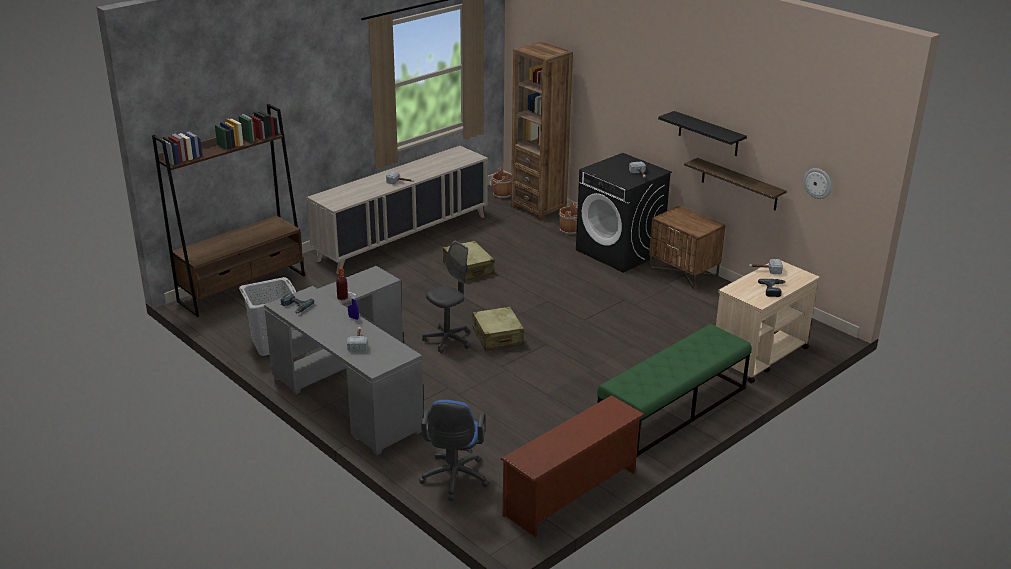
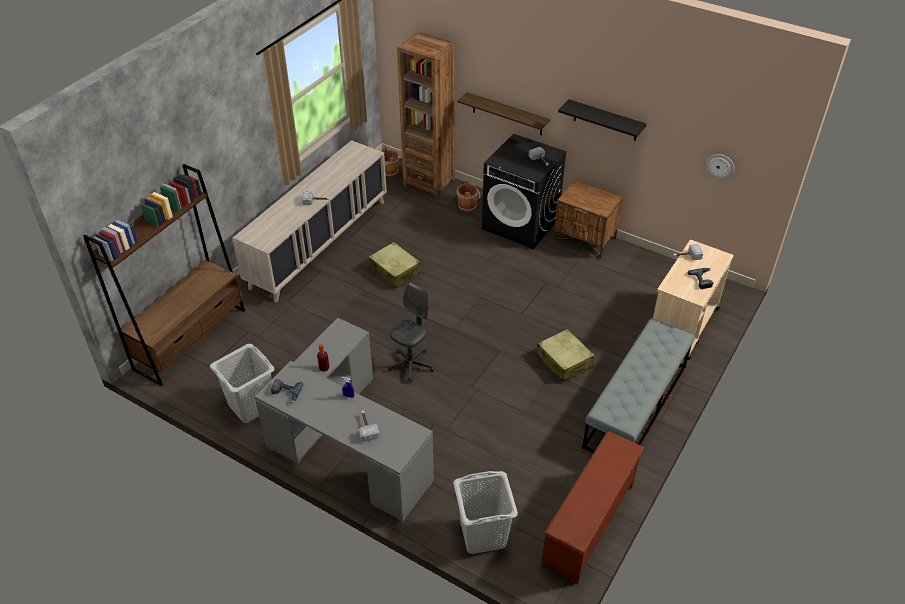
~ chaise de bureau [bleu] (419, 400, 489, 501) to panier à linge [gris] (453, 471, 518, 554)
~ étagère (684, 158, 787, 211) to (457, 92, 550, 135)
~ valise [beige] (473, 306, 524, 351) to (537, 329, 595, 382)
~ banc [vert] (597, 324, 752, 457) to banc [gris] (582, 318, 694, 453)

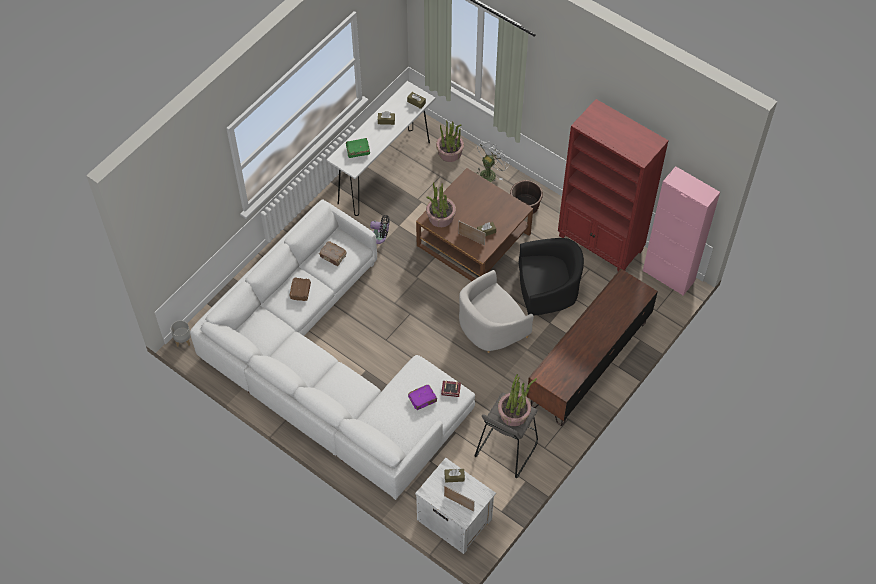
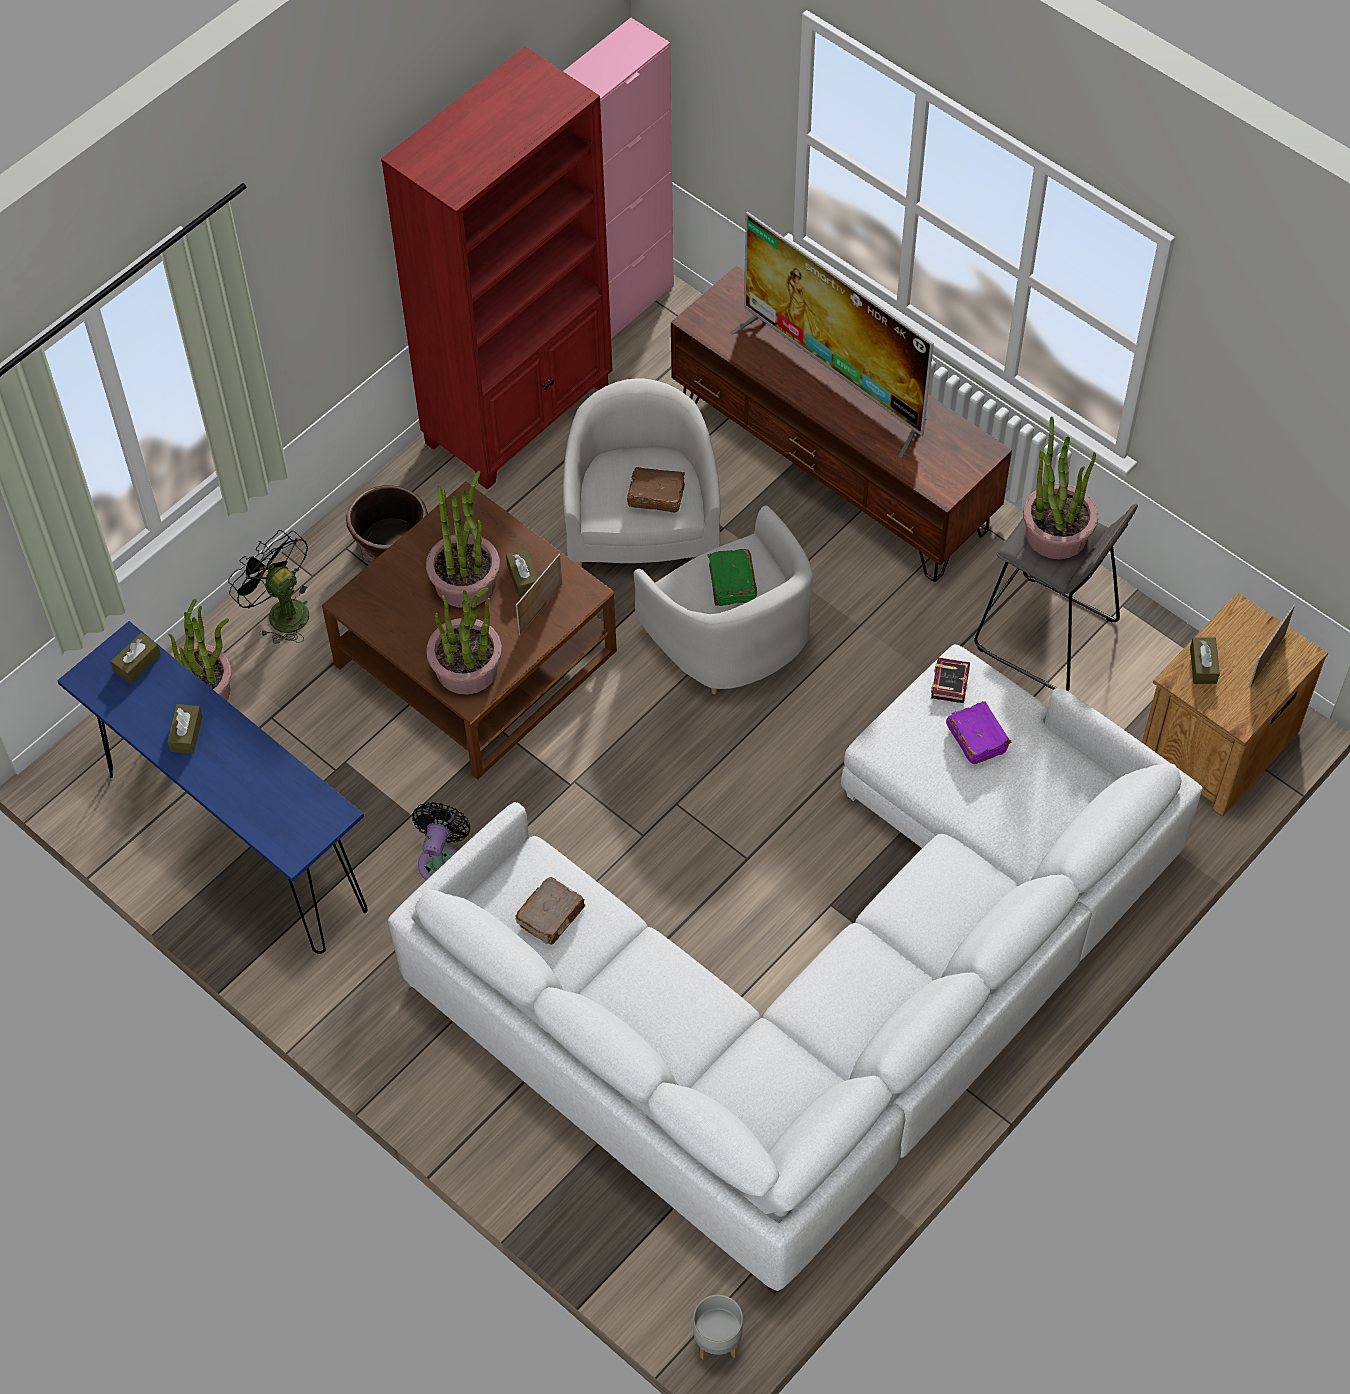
~ table console [blanc] (326, 81, 436, 216) to table console [bleu] (57, 621, 367, 954)
~ ventilateur [blanc] (476, 140, 510, 182) to ventilateur [noir] (228, 530, 309, 643)
+ plante en pot (426, 470, 500, 608)
~ fauteuil [noir] (519, 238, 584, 316) to fauteuil [blanc] (563, 379, 721, 567)
~ livre [marron] (290, 278, 311, 301) to (627, 467, 685, 512)
~ livre [vert] (346, 138, 370, 158) to (707, 549, 757, 606)
+ téléviseur (730, 211, 934, 458)
~ table de chevet [blanc] (415, 458, 496, 554) to table de chevet [marron] (1142, 592, 1328, 817)

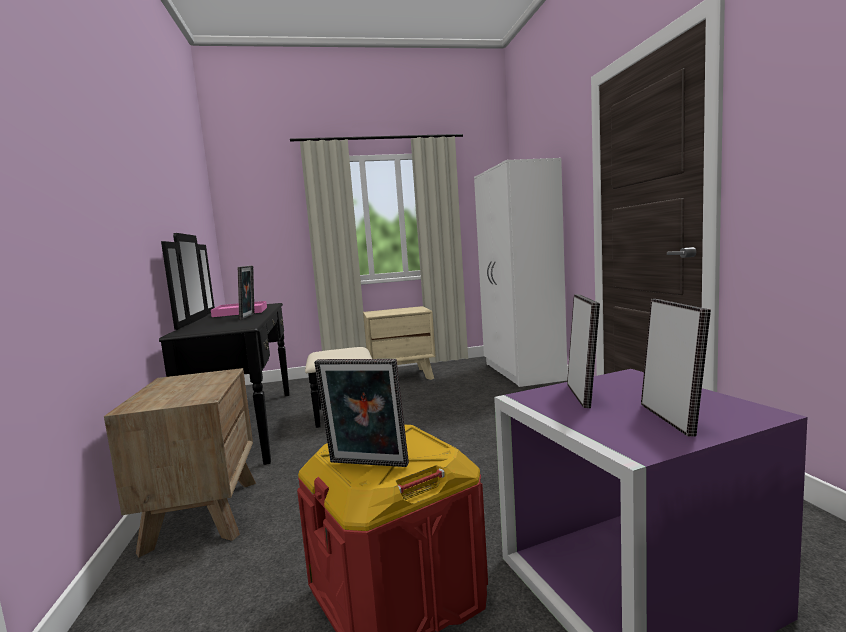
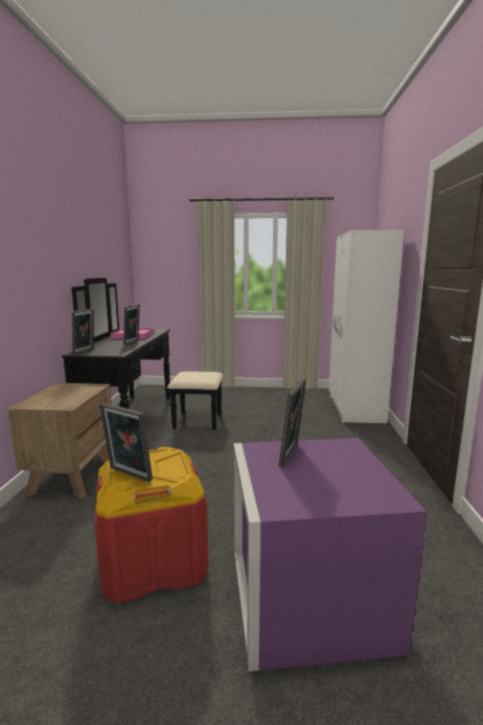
~ cadre photo (641, 299, 711, 437) to (72, 309, 94, 355)
- table de chevet [beige] (363, 306, 436, 380)

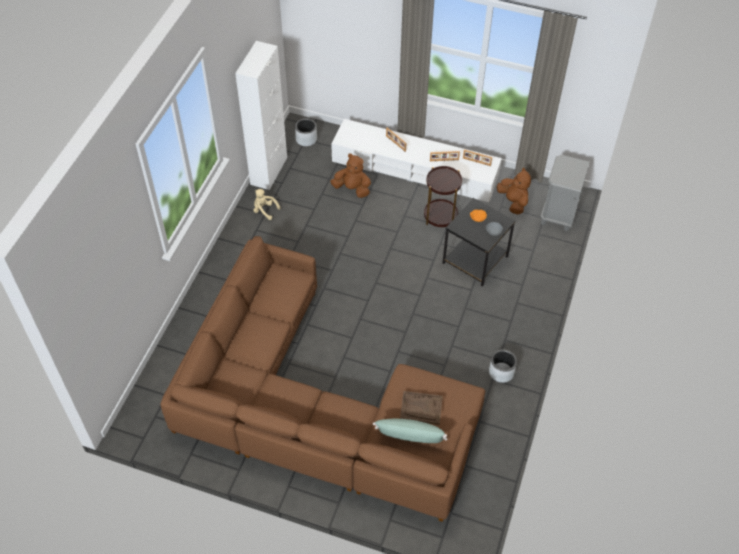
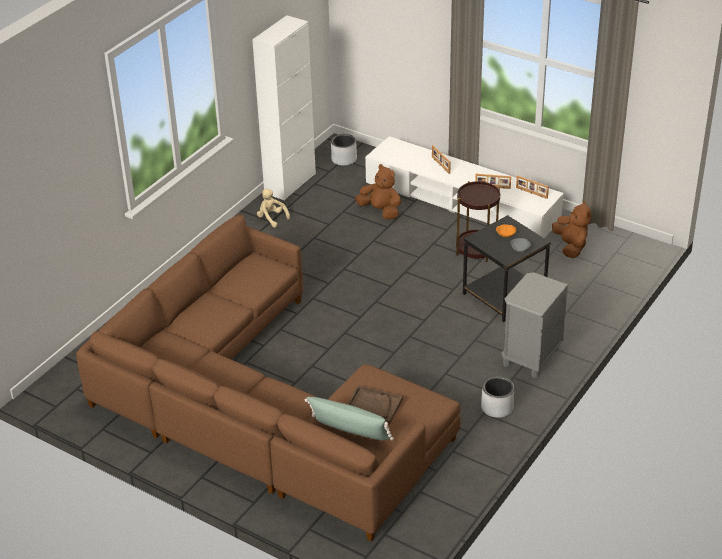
~ table de chevet [gris] (541, 155, 589, 231) to (502, 272, 569, 378)

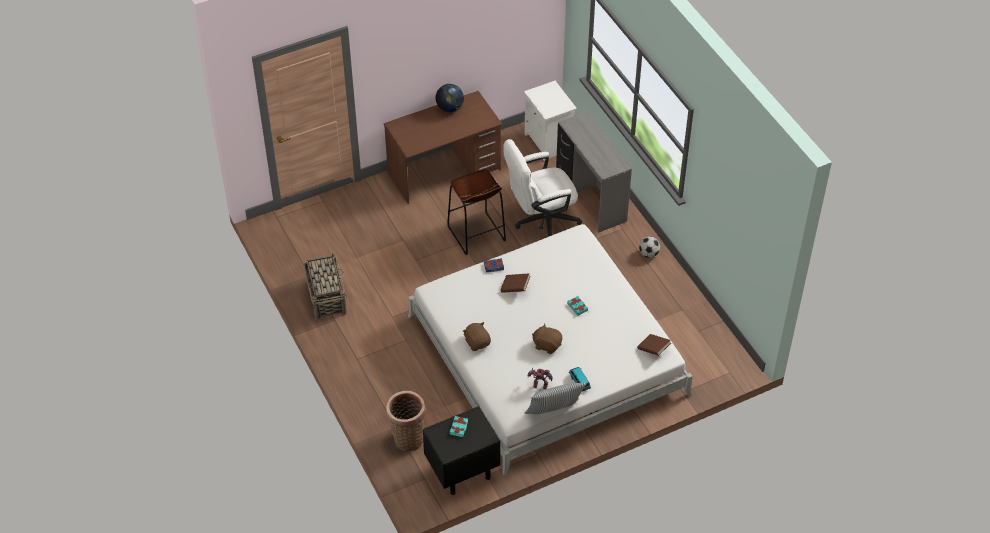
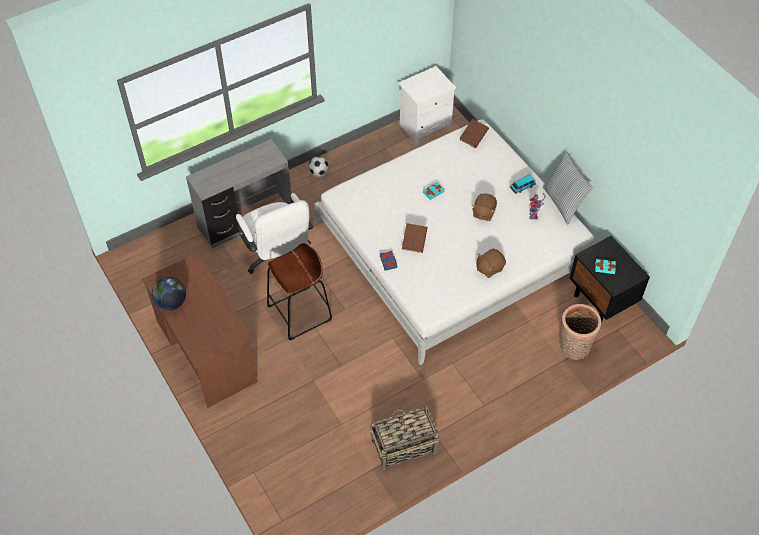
~ table de chevet [blanc] (524, 81, 577, 161) to (398, 66, 456, 145)

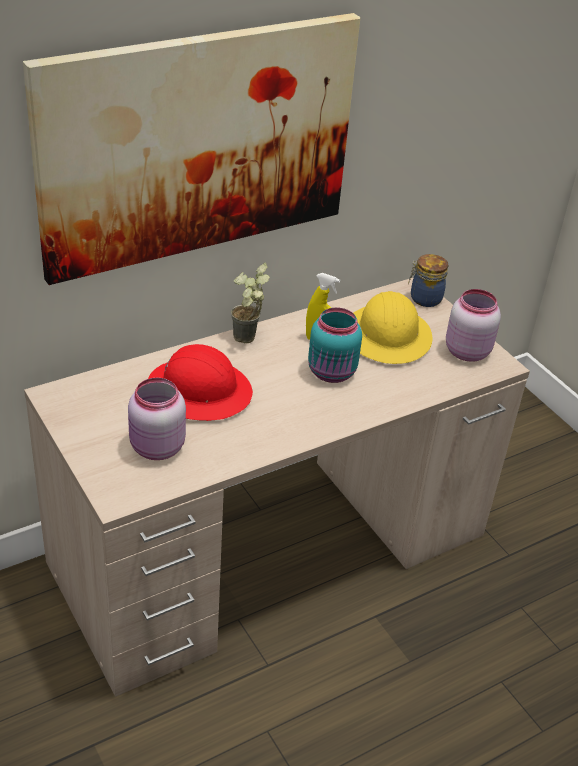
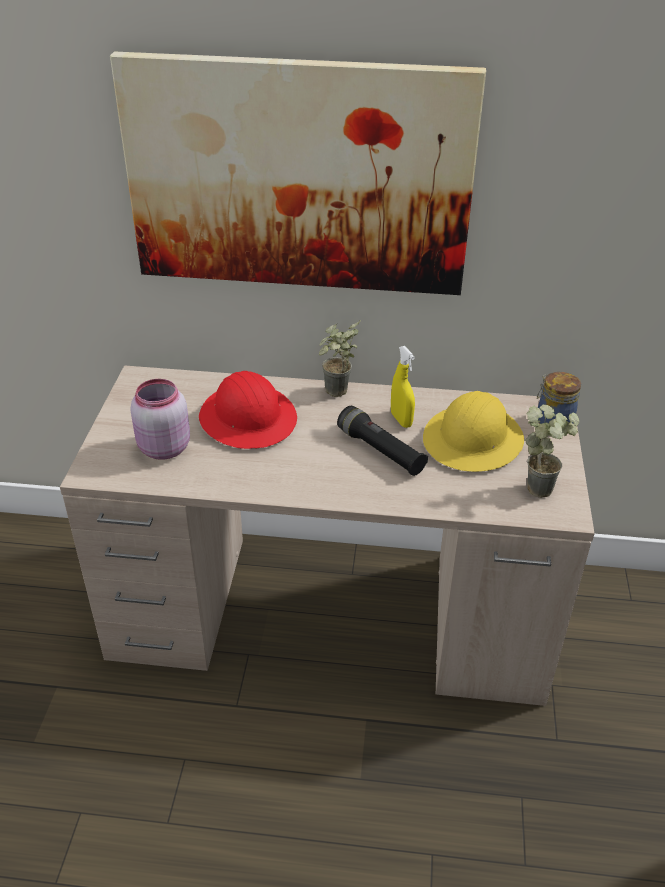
~ bocal [turquoise] (308, 307, 362, 383) to lampe de poche [noir] (337, 406, 428, 476)
~ bocal [rose] (446, 289, 501, 362) to plante en pot (525, 404, 579, 498)

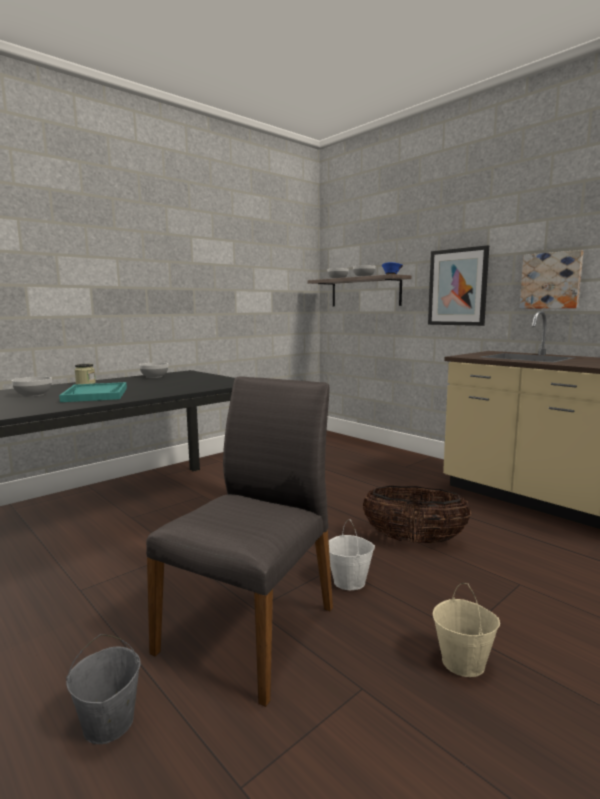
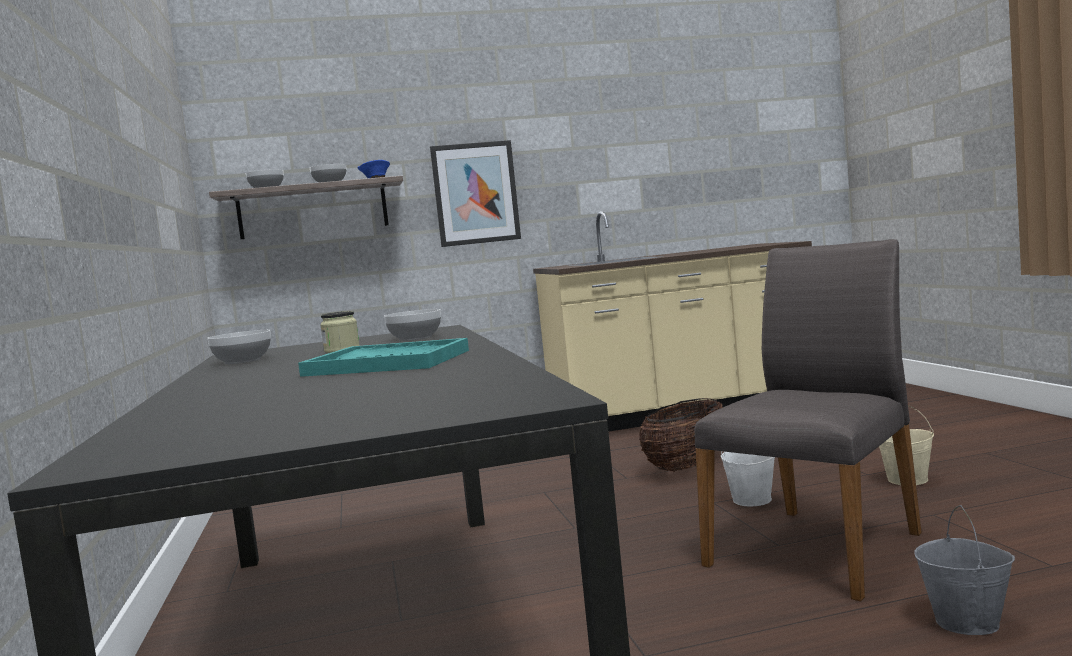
~ bocal (75, 364, 96, 384) to (320, 311, 360, 353)
~ bol (12, 377, 52, 397) to (384, 309, 441, 341)
~ chaise [gris] (146, 376, 333, 707) = (694, 239, 922, 601) 75 degrees clockwise
- tableau (520, 250, 584, 309)

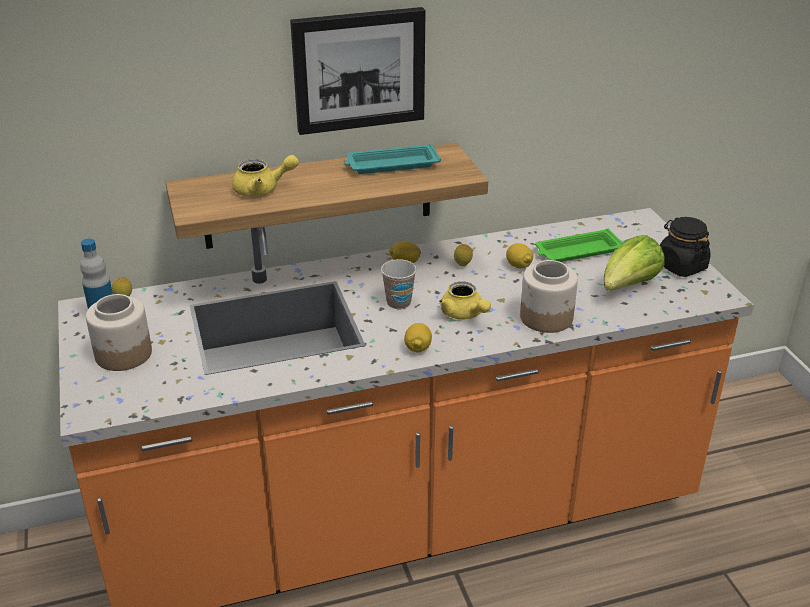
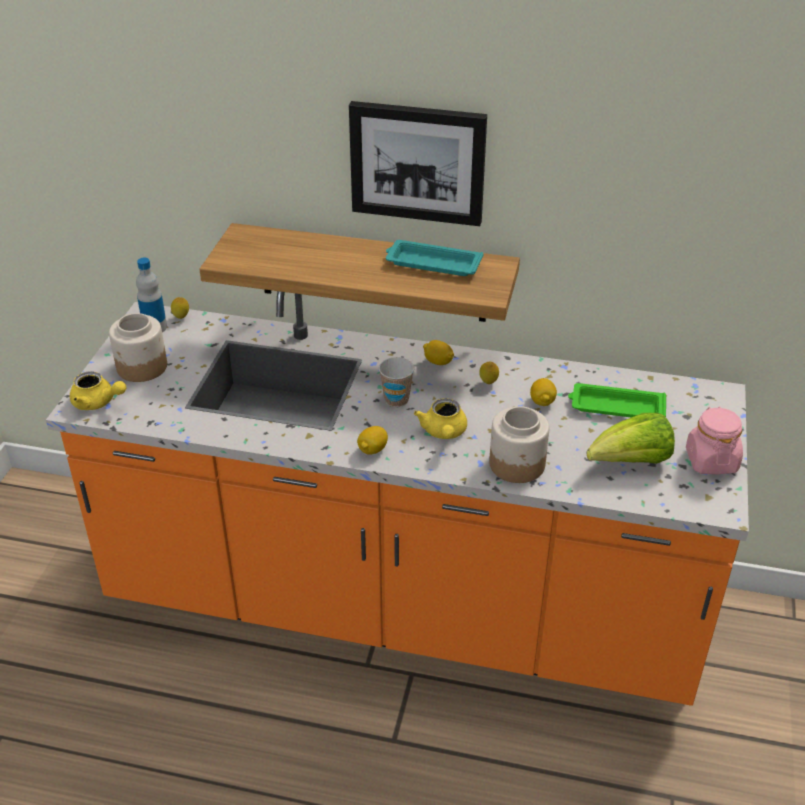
~ théière [jaune] (232, 155, 299, 196) to (70, 371, 126, 410)
~ bocal [noir] (660, 217, 710, 277) to bocal [rose] (686, 407, 743, 474)

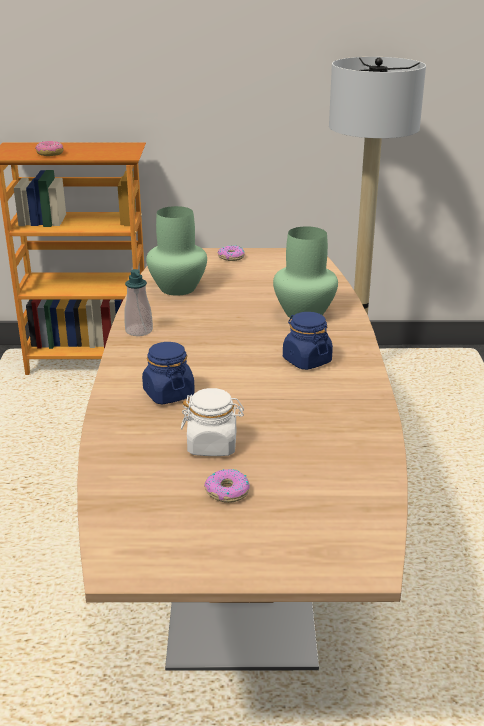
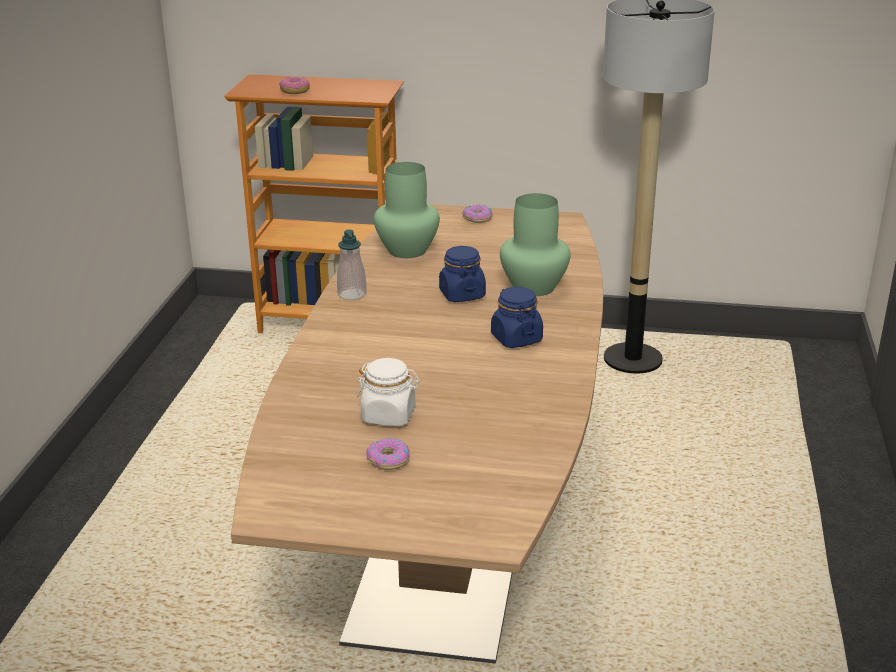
~ bocal [bleu] (142, 342, 195, 405) to (439, 246, 486, 302)

